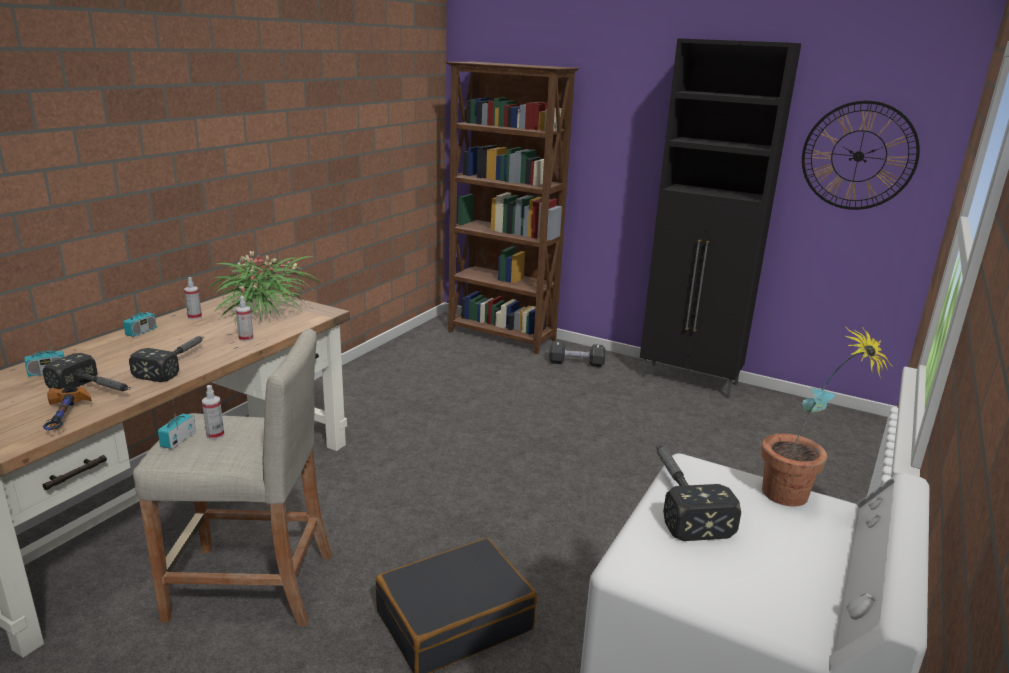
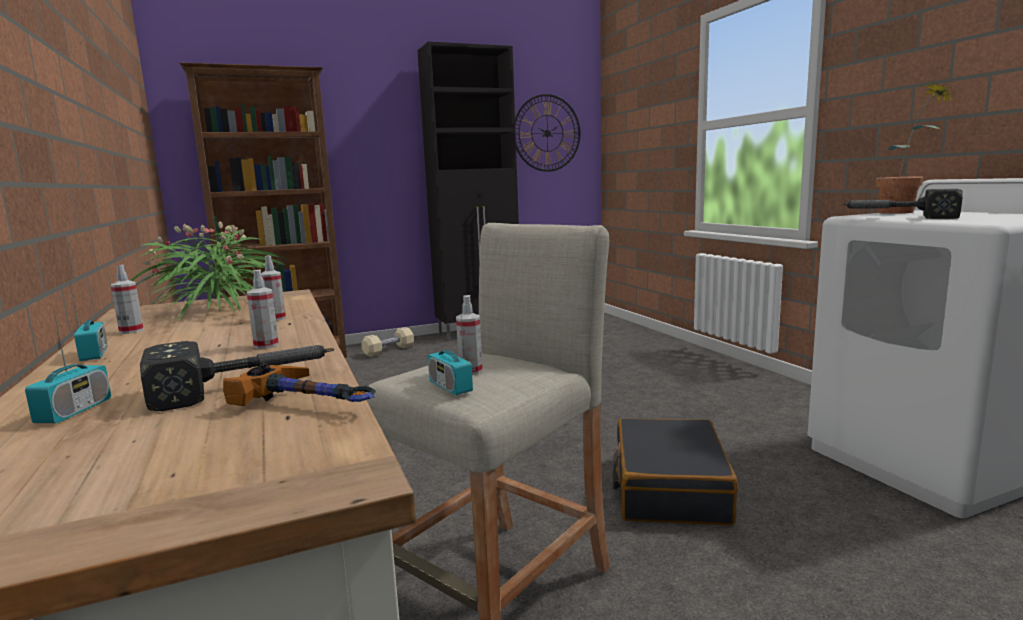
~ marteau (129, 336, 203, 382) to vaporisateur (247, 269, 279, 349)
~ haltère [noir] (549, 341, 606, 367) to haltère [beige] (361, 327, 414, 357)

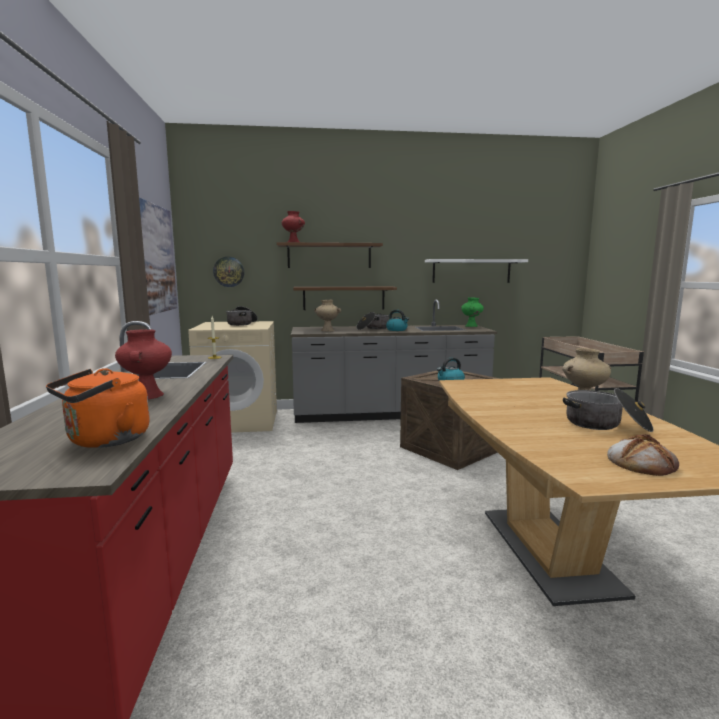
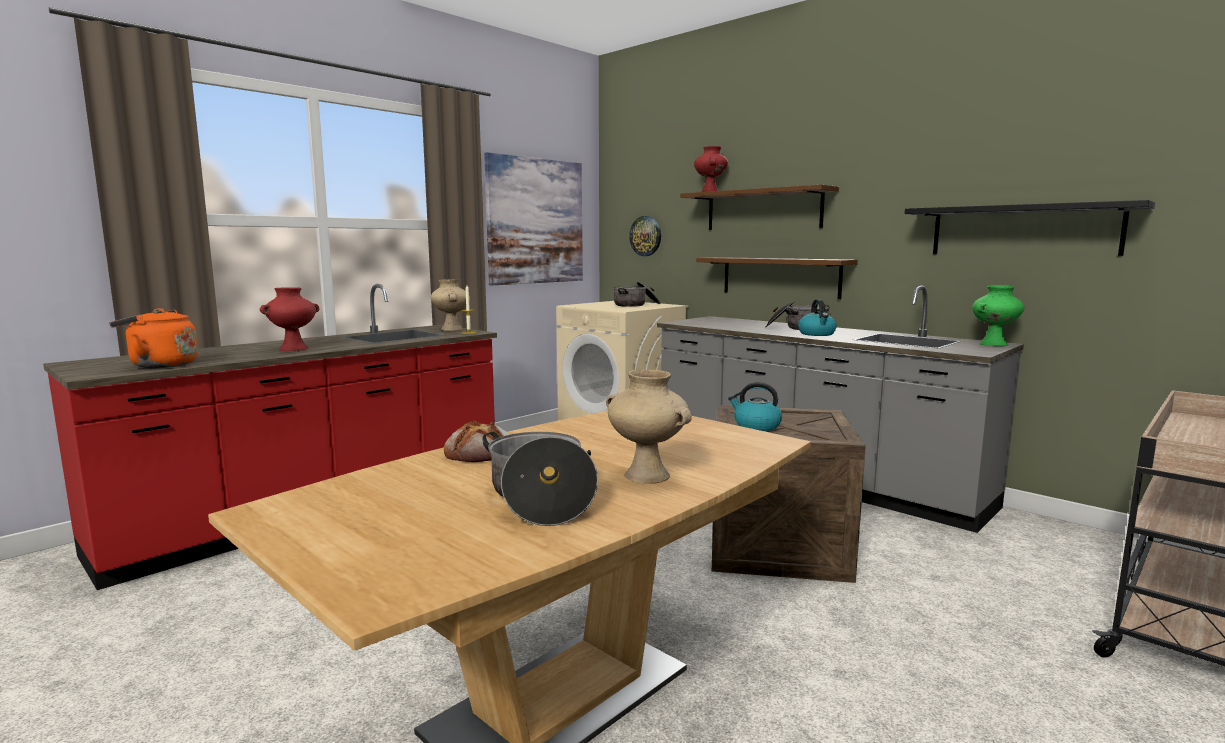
~ vase [beige] (314, 300, 341, 331) to (431, 279, 470, 331)
~ pain (607, 434, 679, 476) to (444, 421, 510, 462)
~ étagère [blanc] (425, 259, 528, 283) to étagère [noir] (905, 200, 1155, 256)

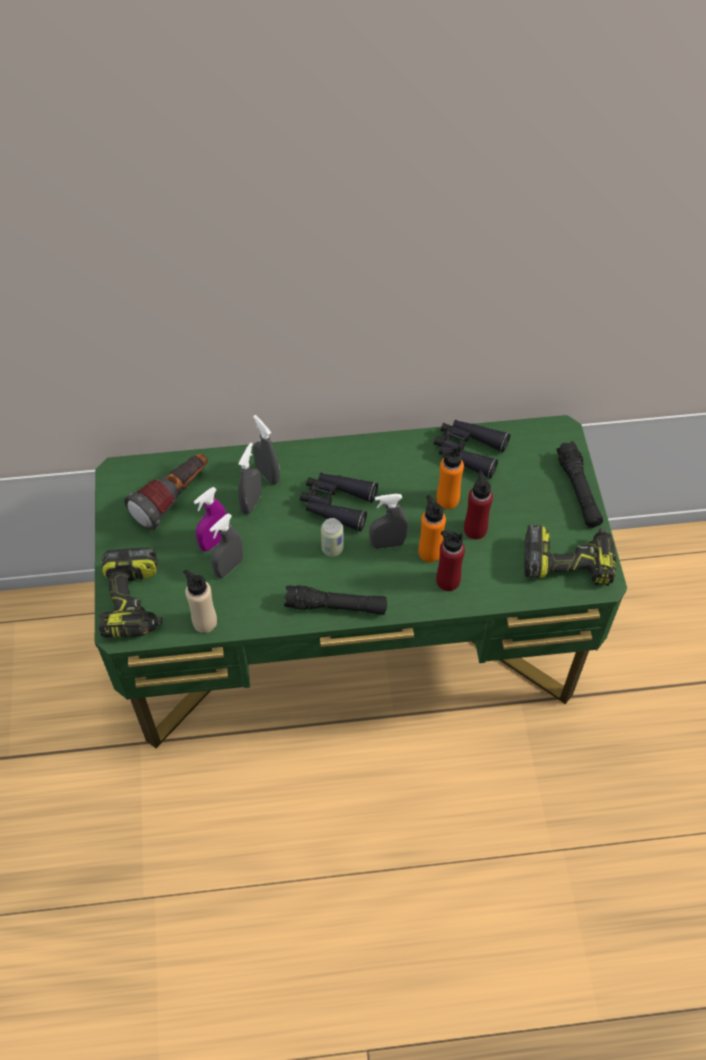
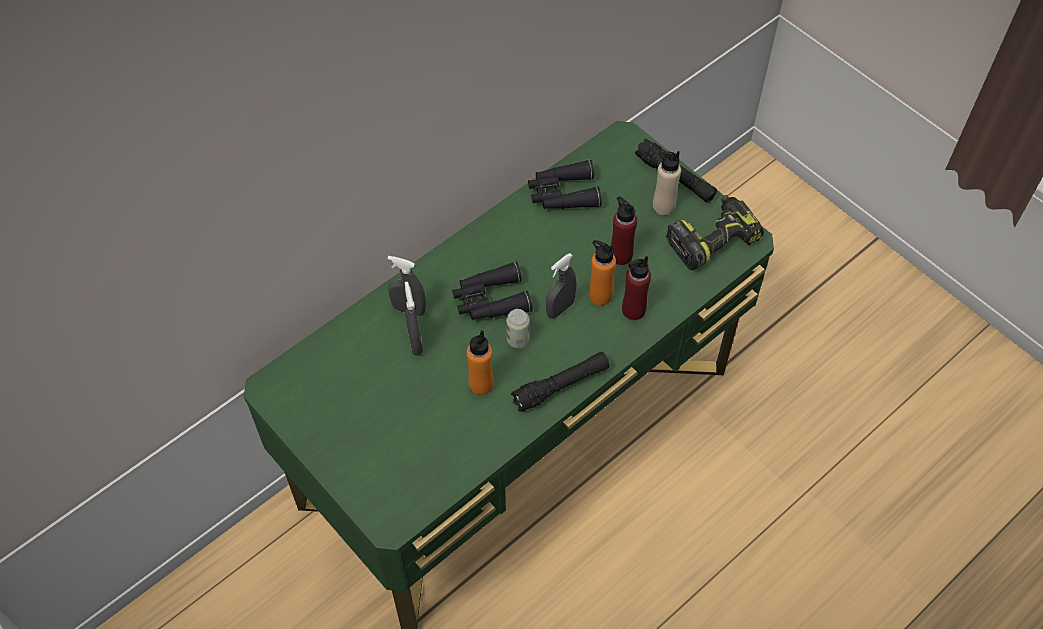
~ bouteille [orange] (436, 446, 464, 509) to (467, 330, 494, 395)
~ bouteille [beige] (183, 570, 217, 633) to (653, 151, 681, 215)
- perceuse (99, 548, 162, 638)
- lampe de poche (124, 453, 208, 530)
- vaporisateur [violet] (193, 487, 227, 551)
- vaporisateur [gris] (209, 513, 243, 578)

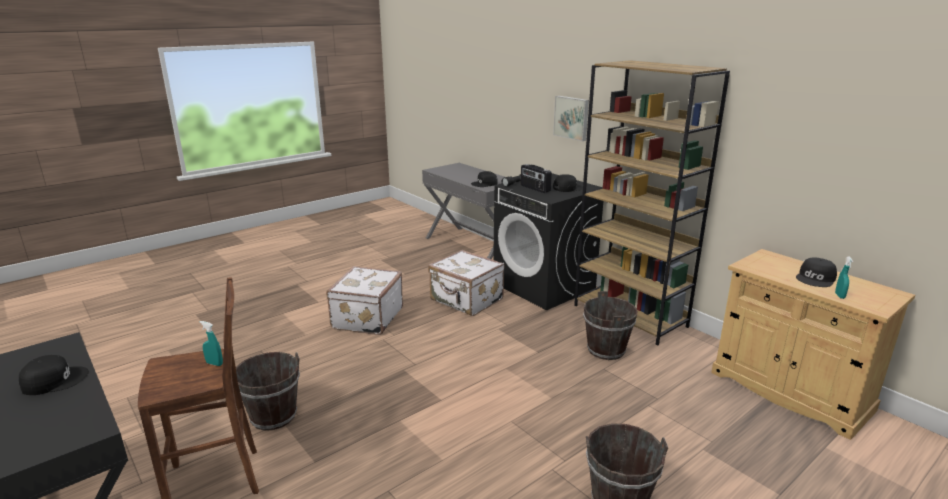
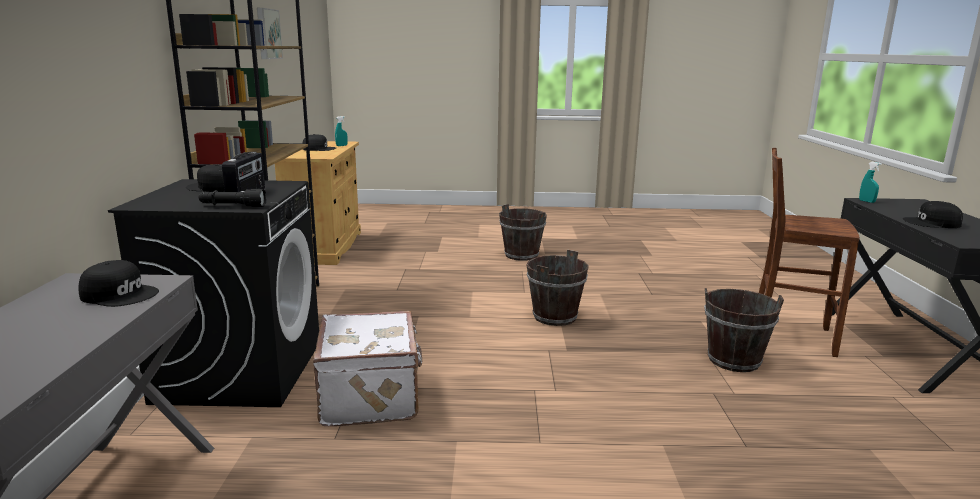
~ tableau (553, 96, 589, 141) to (257, 8, 283, 59)
~ seau [marron] (583, 291, 637, 360) to (526, 250, 589, 326)
~ vaporisateur [turquoise] (200, 321, 223, 366) to (859, 162, 882, 203)
- valise [blanc] (326, 266, 403, 335)

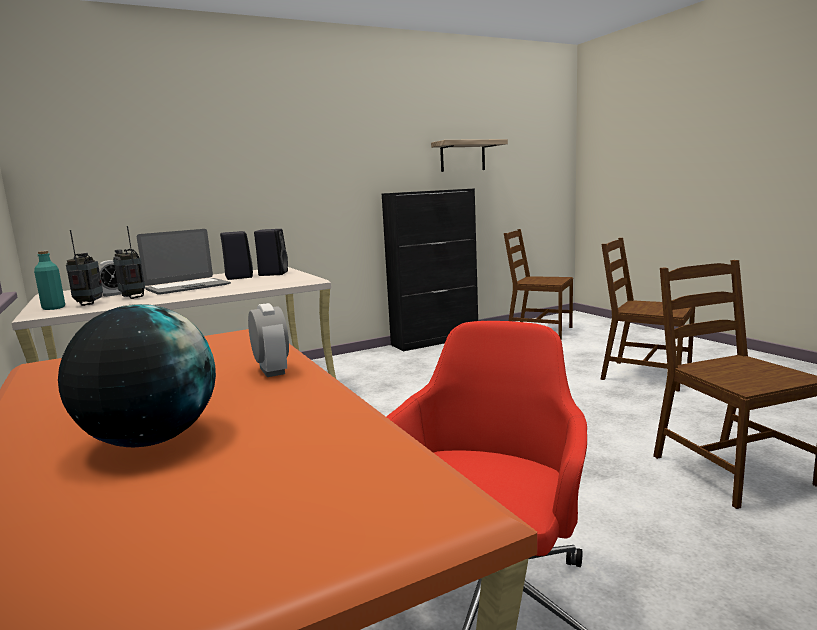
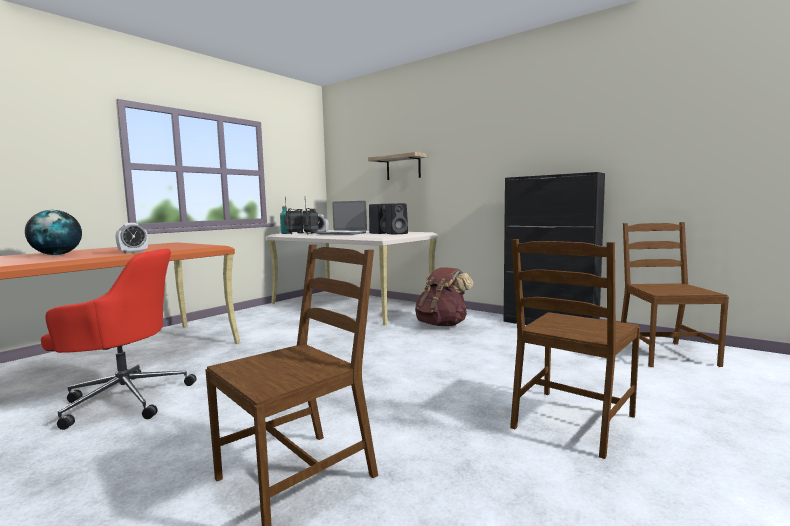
~ étagère (431, 139, 508, 172) to (368, 152, 427, 180)
+ sac à dos [marron] (415, 267, 473, 326)
~ chaise [marron] (600, 238, 695, 392) = (510, 239, 640, 459) 150 degrees counterclockwise

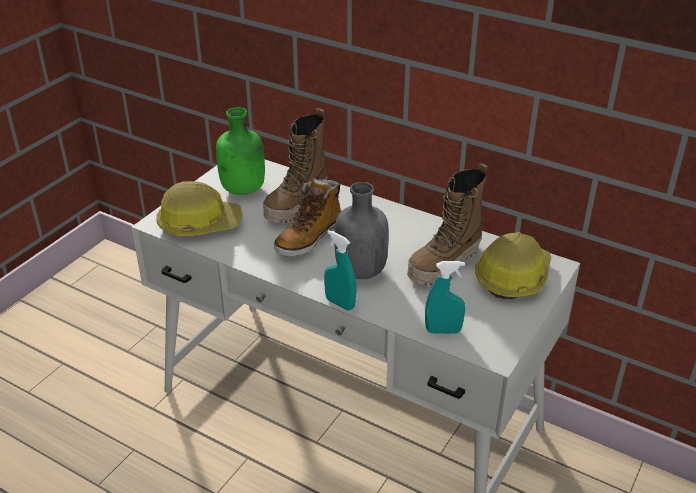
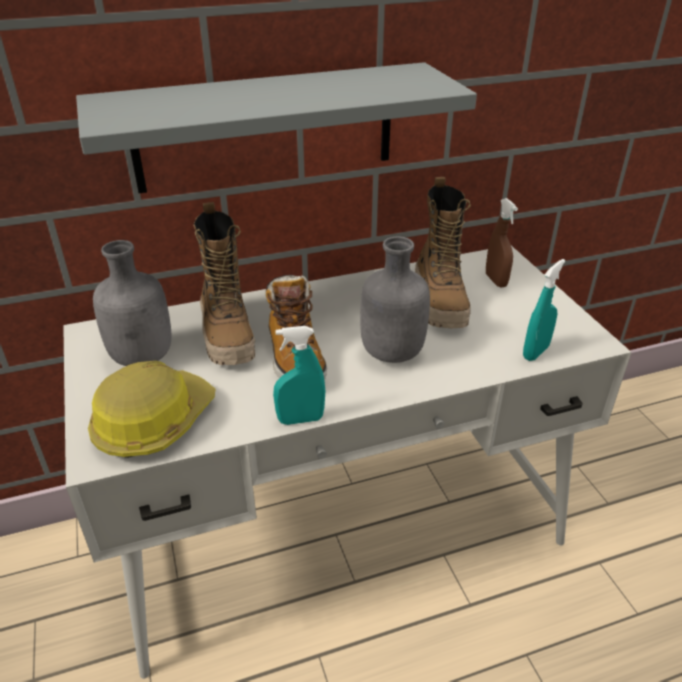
+ étagère [gris] (76, 62, 477, 193)
~ bouteille [vert] (216, 107, 265, 195) to bouteille [gris] (93, 240, 172, 366)
~ vaporisateur [turquoise] (324, 230, 356, 310) to (273, 326, 326, 425)
~ casque de chantier (475, 232, 551, 299) to vaporisateur [marron] (486, 198, 518, 287)

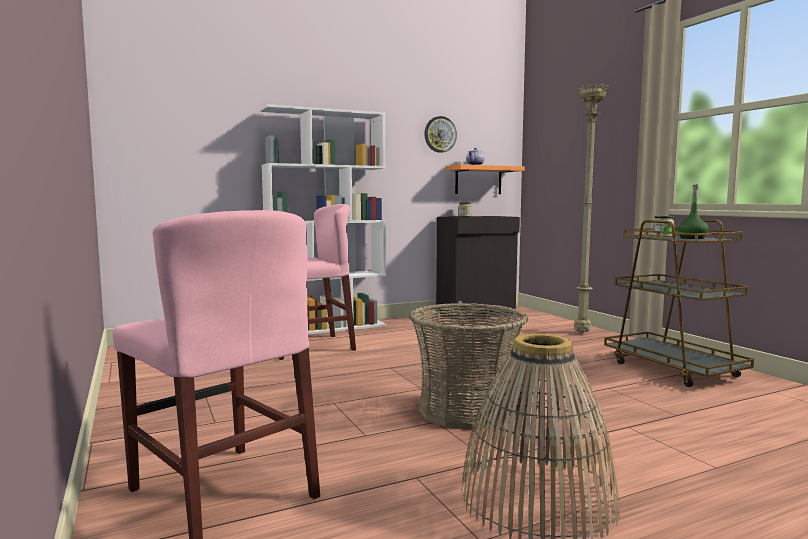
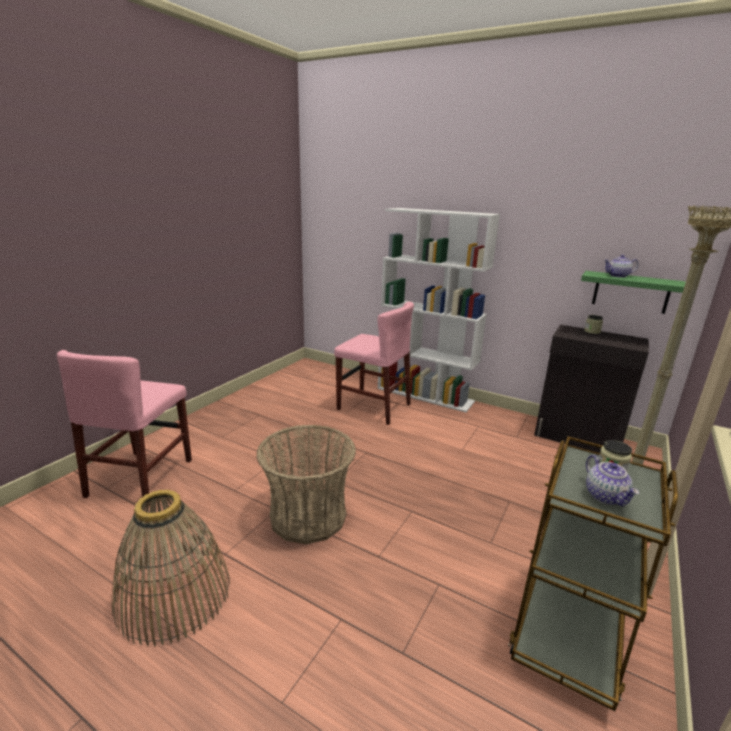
~ étagère [orange] (447, 164, 525, 194) to étagère [vert] (581, 271, 686, 314)
~ bouteille [vert] (677, 185, 709, 239) to théière (586, 455, 639, 506)
- horloge murale (424, 116, 457, 153)

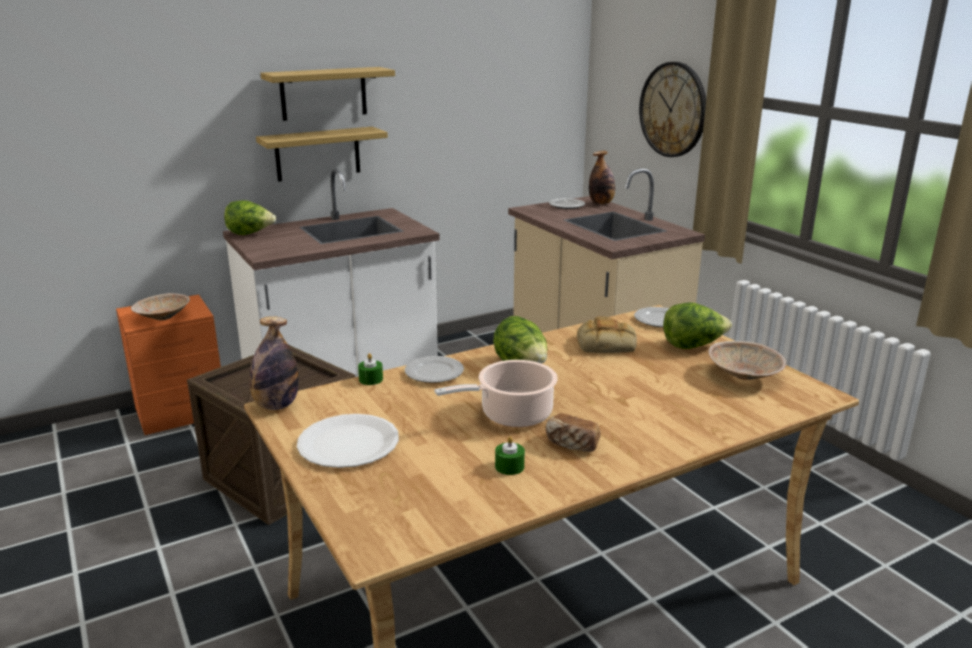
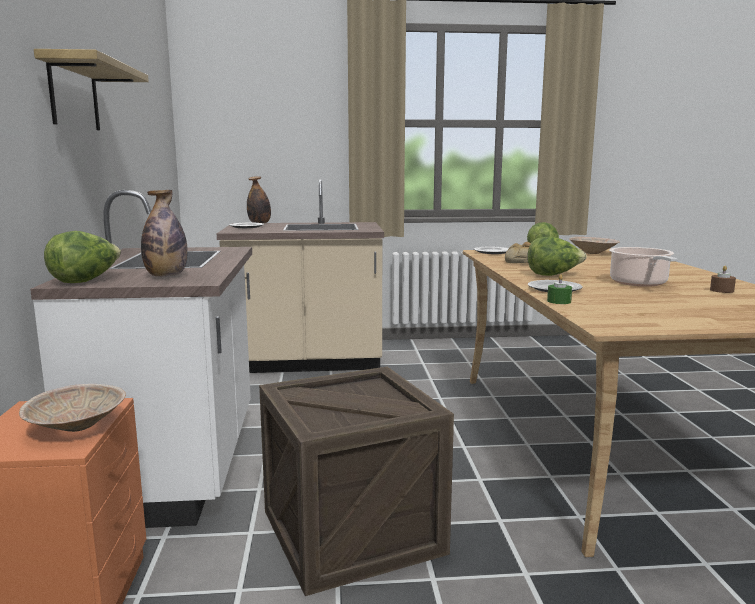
~ bouteille (249, 316, 299, 410) to (141, 190, 188, 277)
~ bougie [vert] (495, 436, 525, 475) to bougie [marron] (710, 265, 736, 293)
- étagère (256, 127, 388, 182)
- assiette [blanc] (297, 414, 399, 468)
- pain (545, 413, 601, 452)
- horloge murale (639, 62, 706, 157)

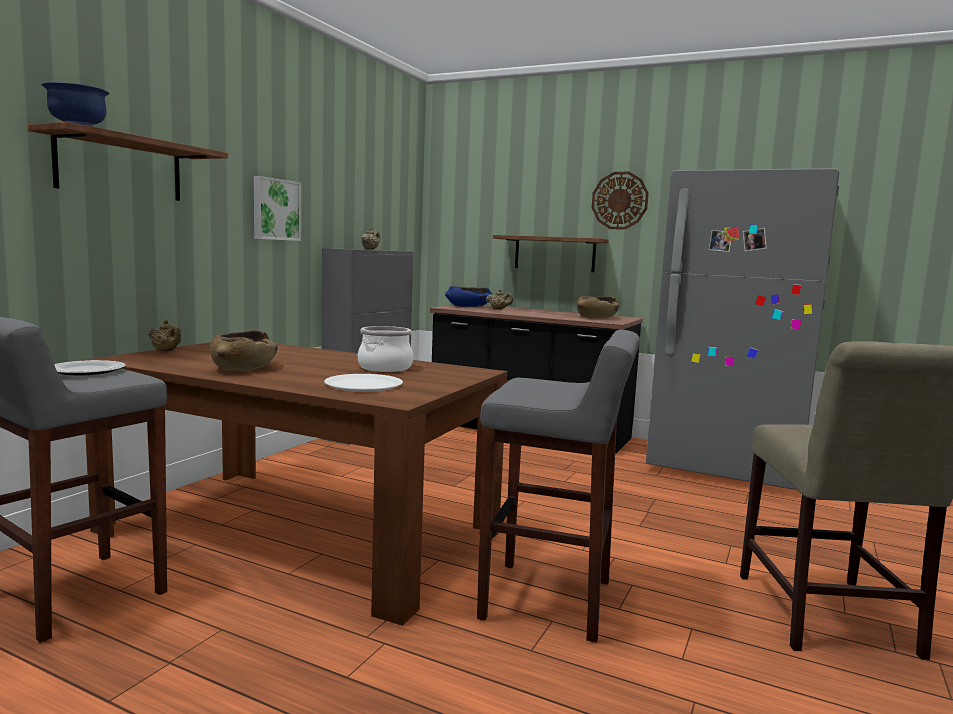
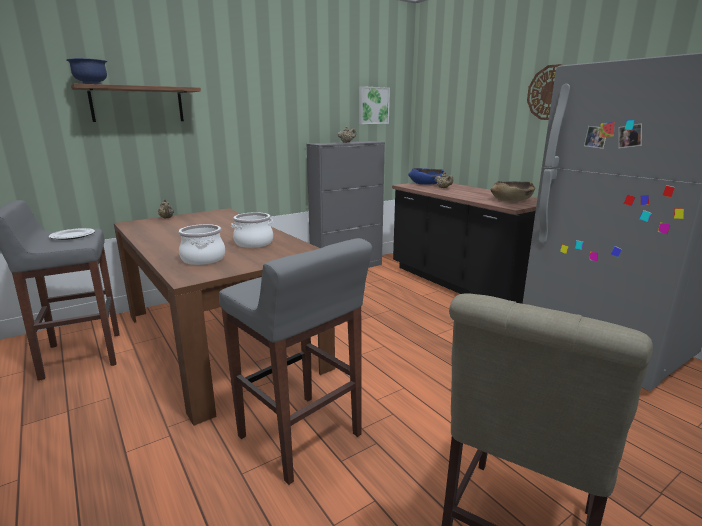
~ assiette [blanc] (324, 374, 403, 392) to marmite (178, 224, 225, 265)
~ tableau (254, 176, 301, 241) to (359, 86, 390, 124)
- bol [marron] (210, 330, 278, 371)
- étagère (493, 235, 609, 272)

